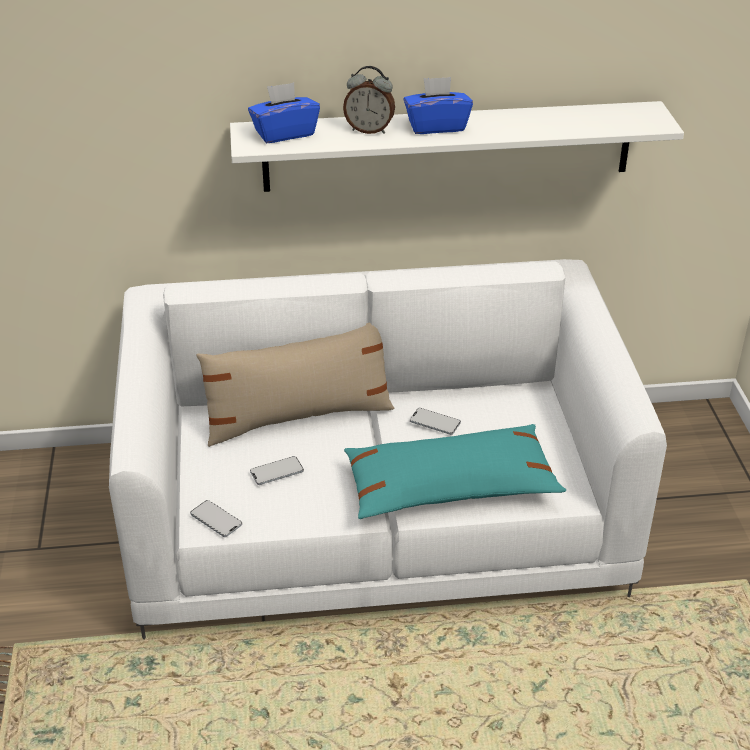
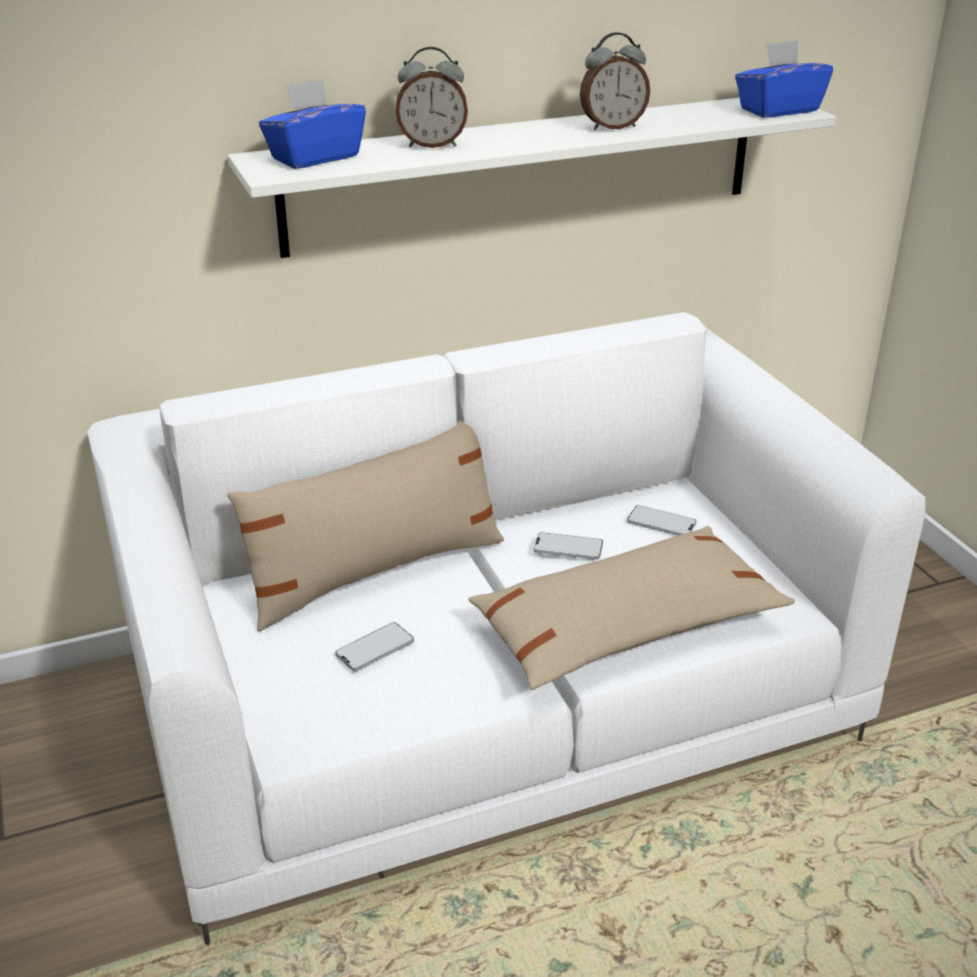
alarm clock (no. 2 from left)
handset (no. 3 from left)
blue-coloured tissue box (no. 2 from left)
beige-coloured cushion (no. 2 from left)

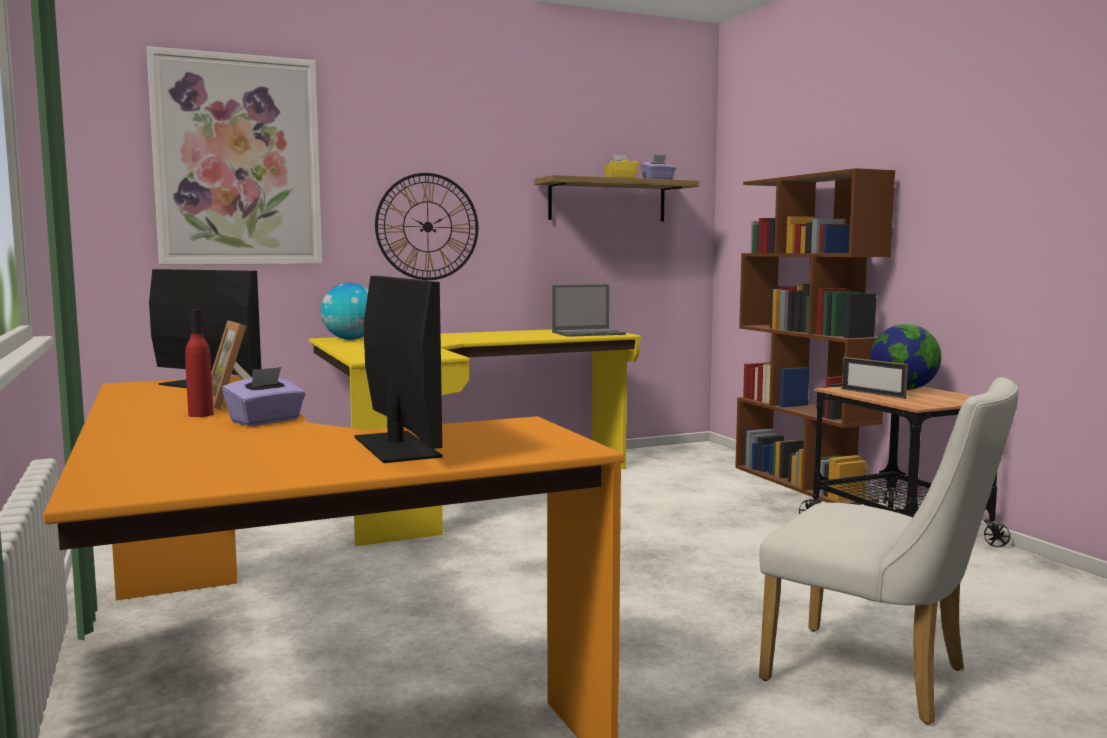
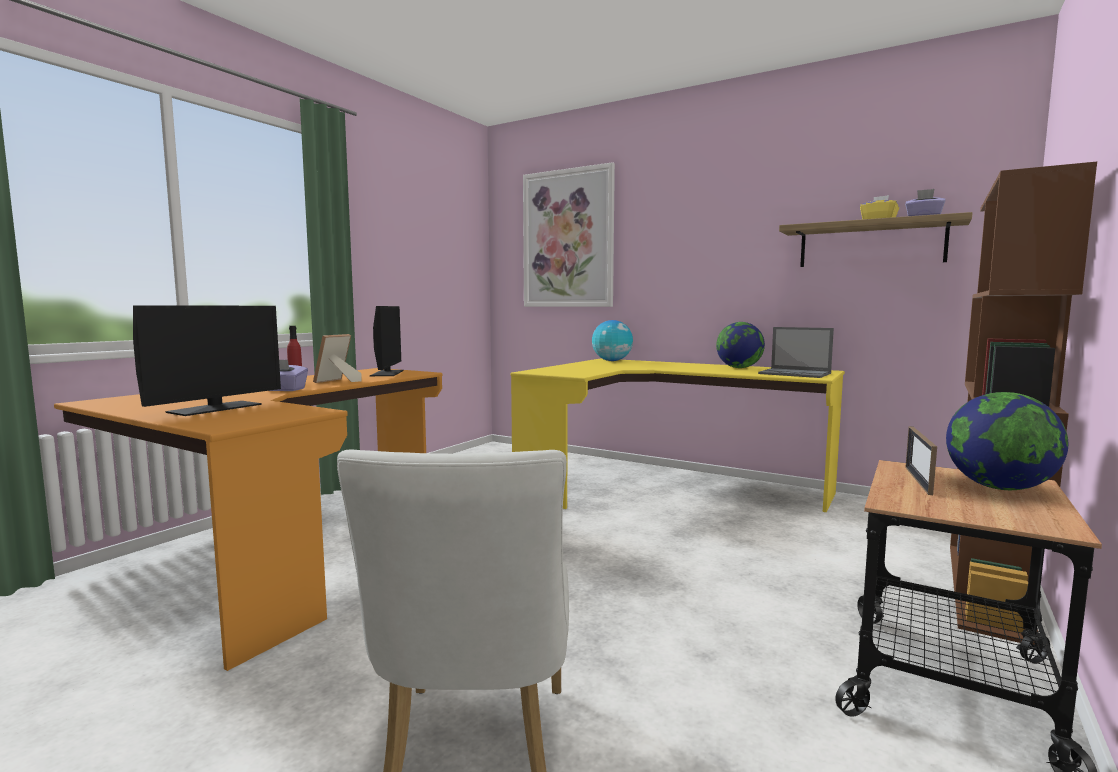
clock on the wall
desk globe (no. 2 from left)

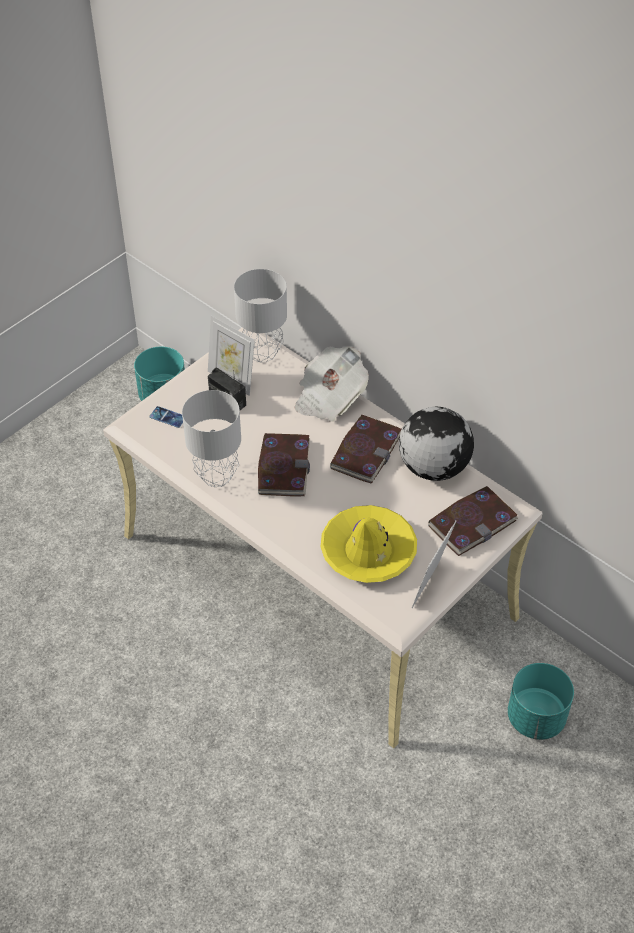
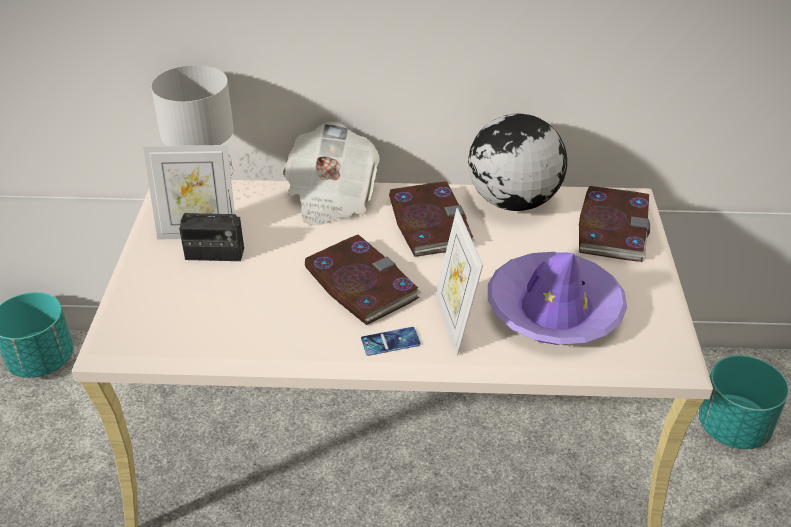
gray table lamp (no. 1 from left in the first image)
handset
photo frame (no. 2 from left)
purple wearable hat

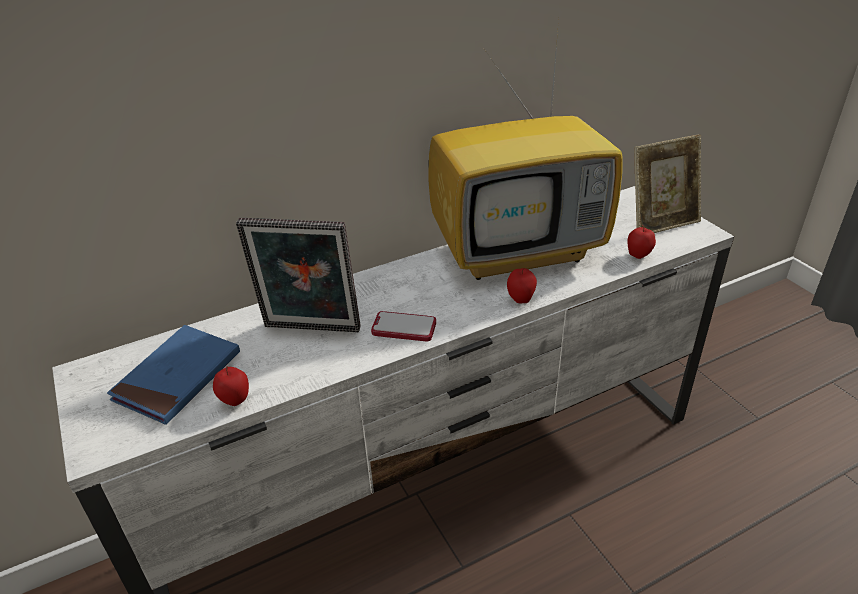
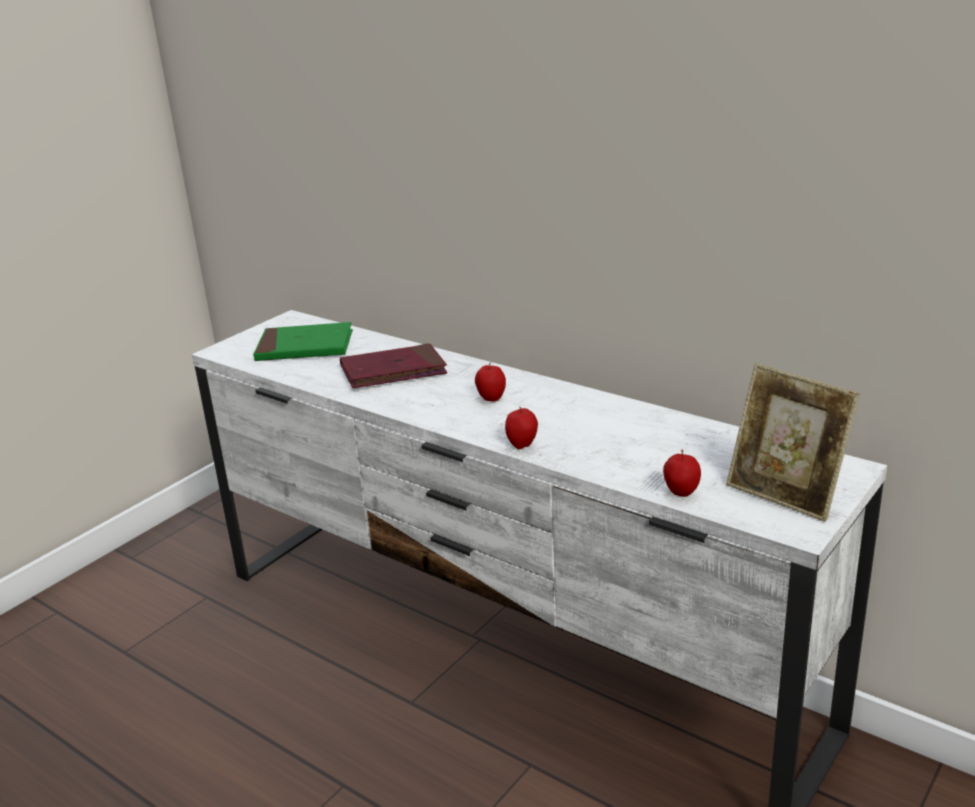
handset
TV set
whole apple (no. 1 from left)
red book
green-coloured book

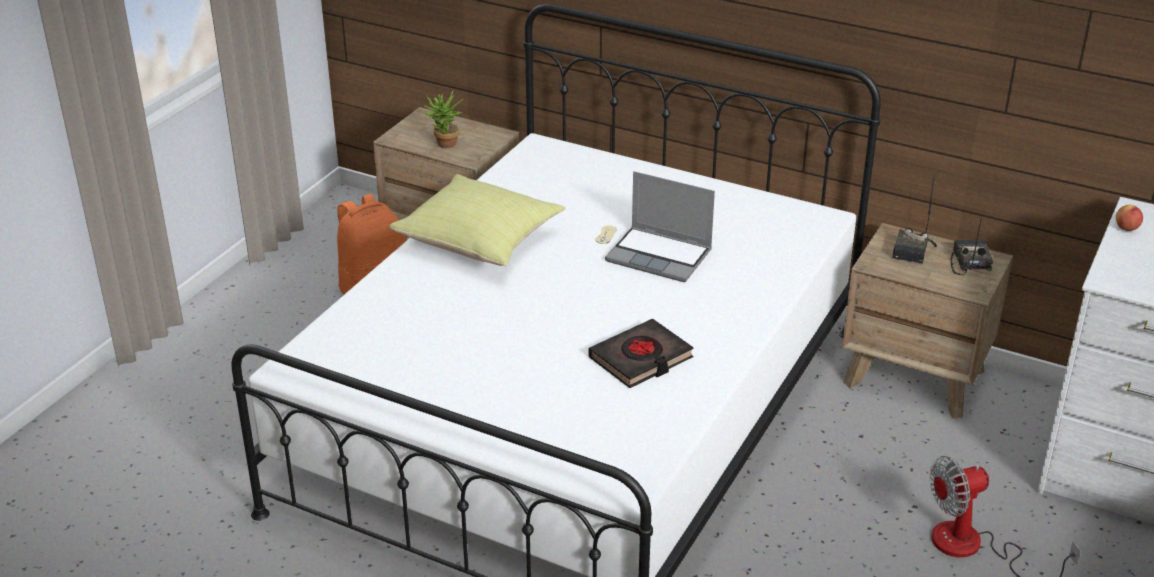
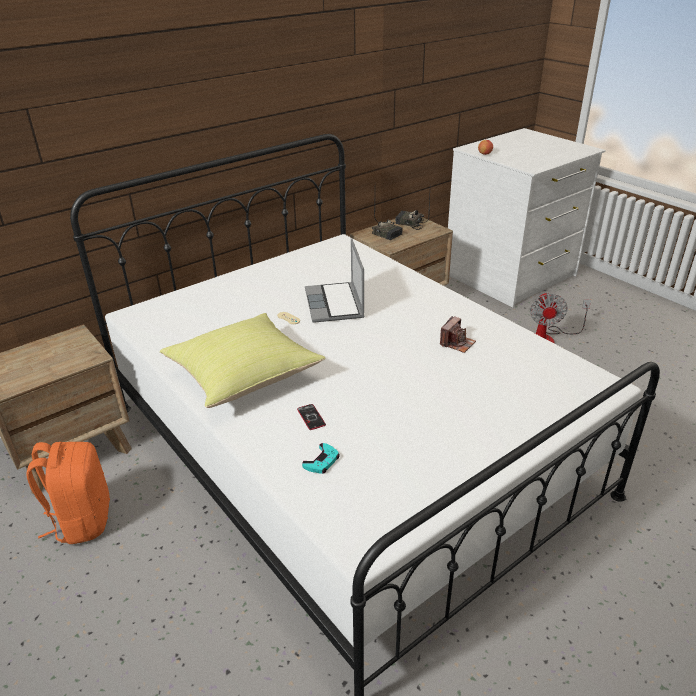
houseplant
handset
turquoise-coloured gamepad
photo camera
laptop

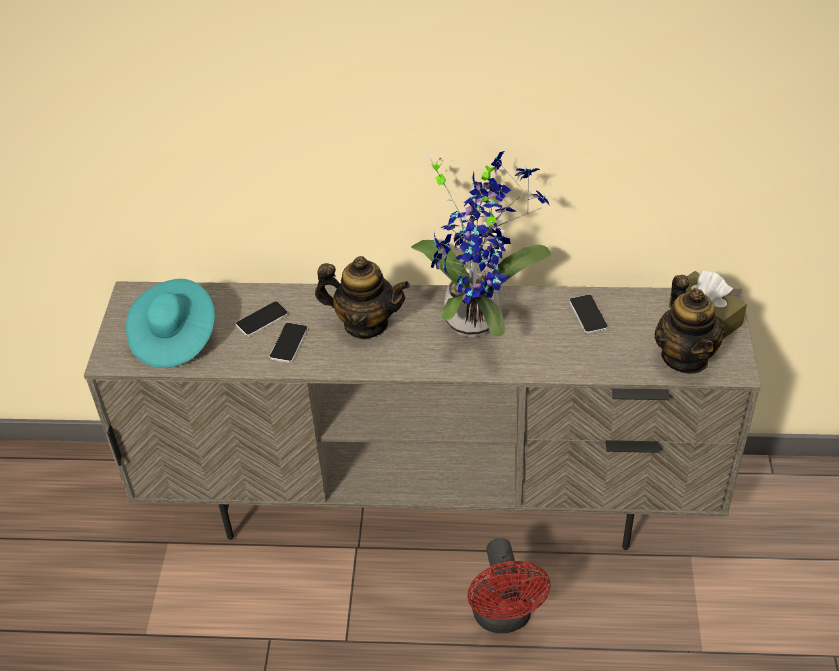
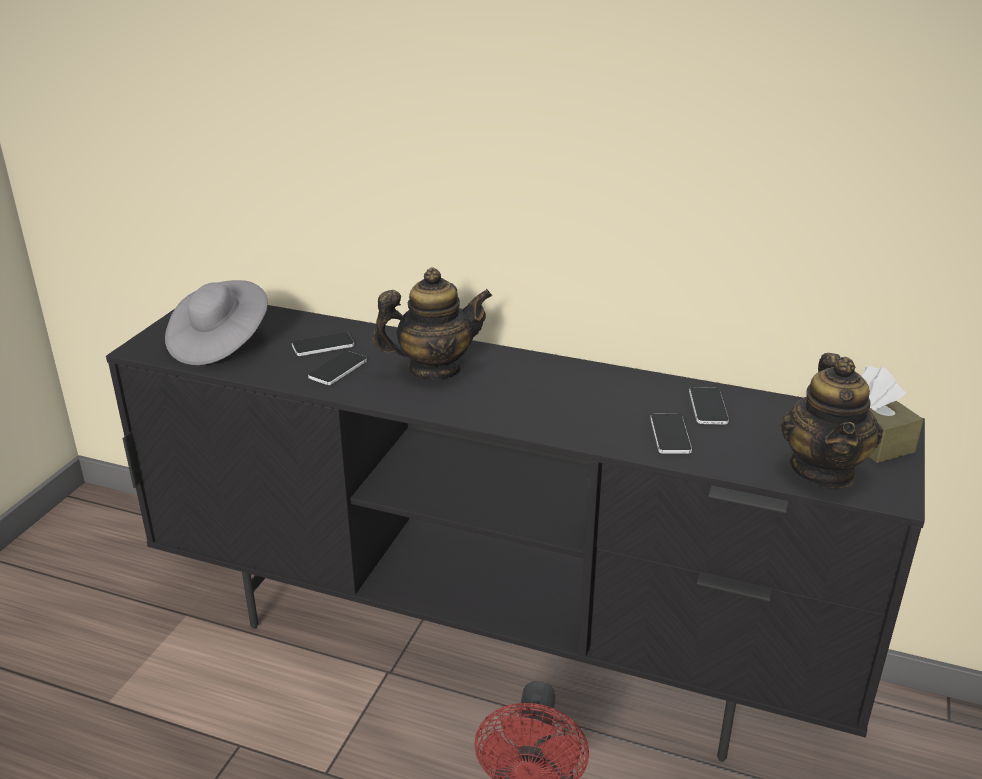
houseplant
handset (no. 3 from left)
blackish media console
gray wearable hat
pot for tea (no. 1 from left)

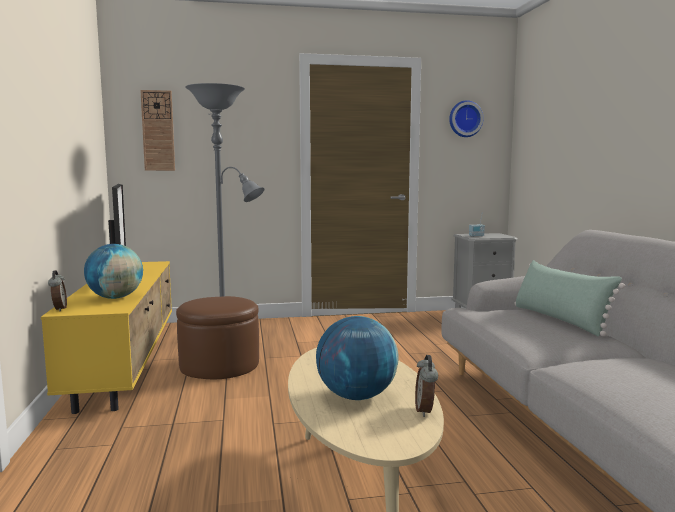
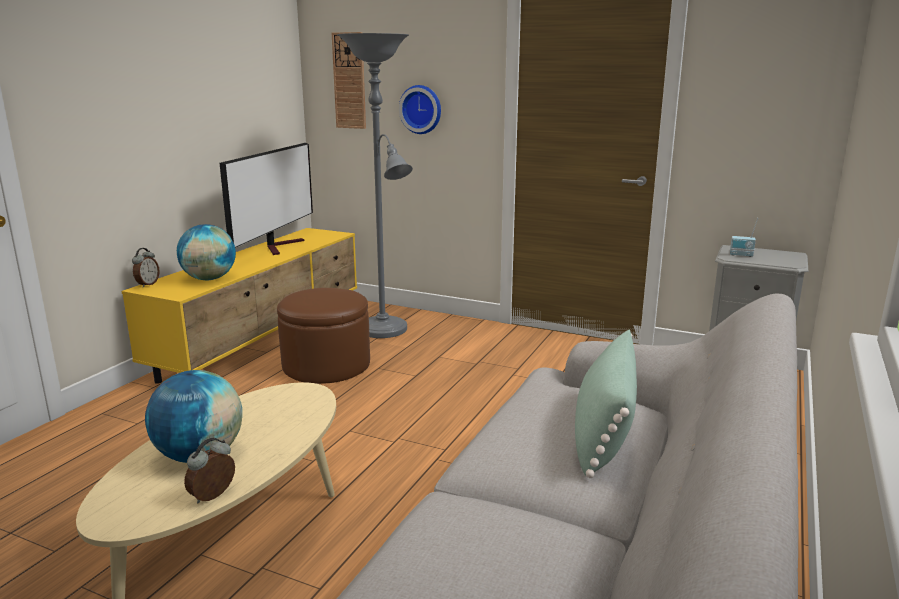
clock on the wall (no. 2 from left)

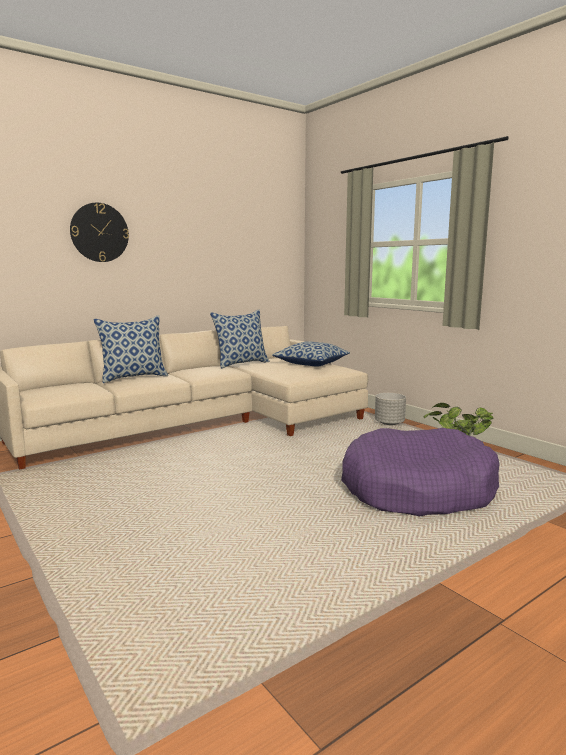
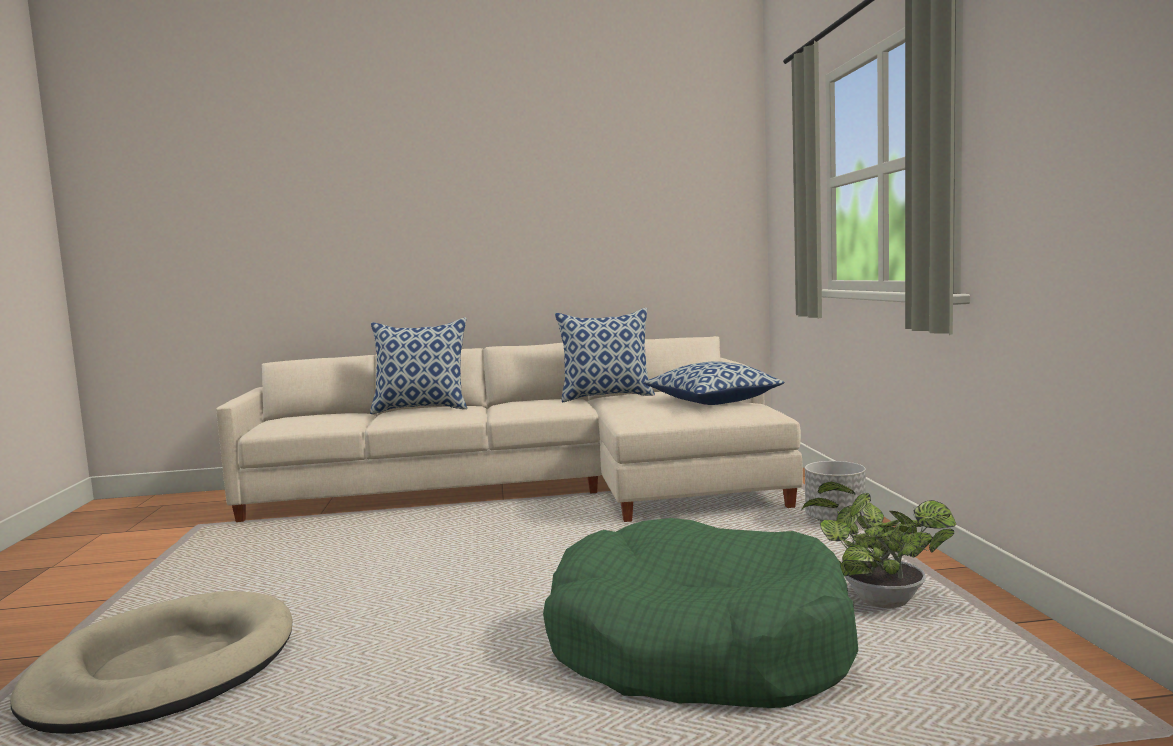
clock on the wall
beige-coloured dog cushion
green-coloured dog cushion

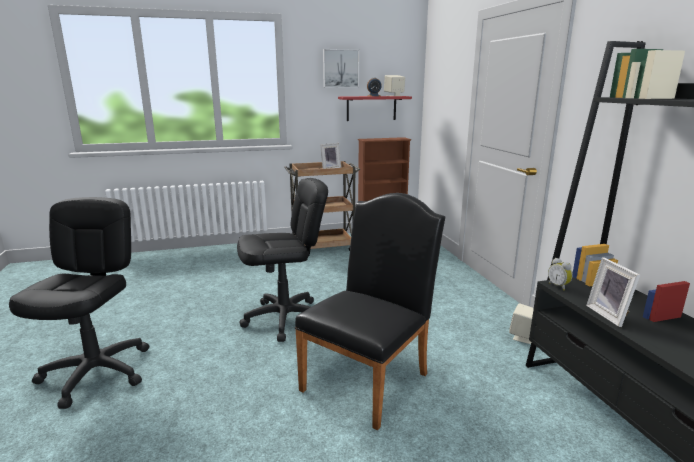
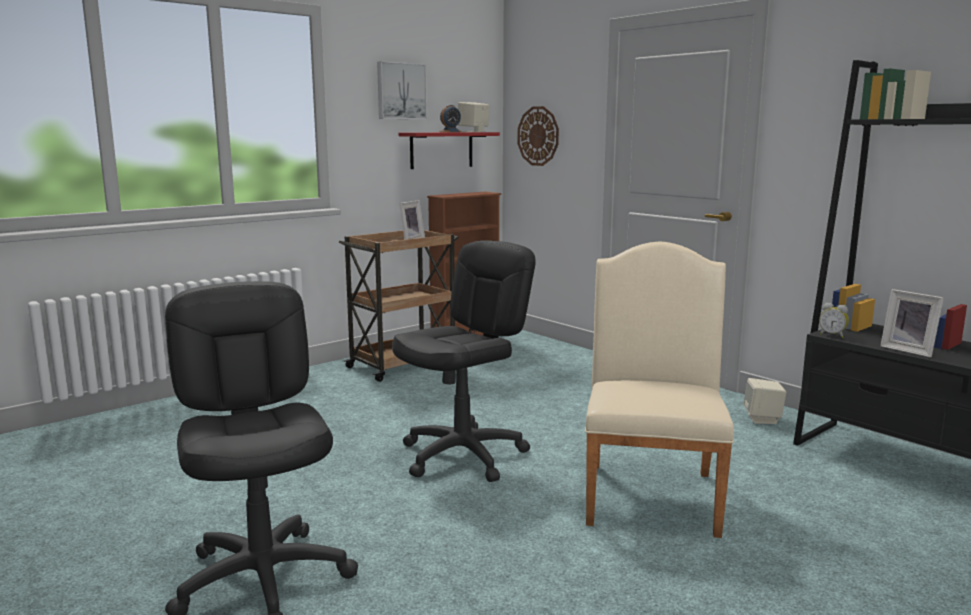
clock on the wall
beige-coloured chair

